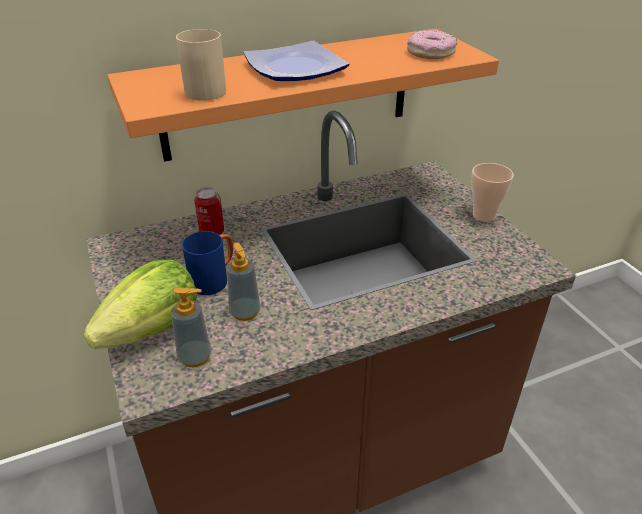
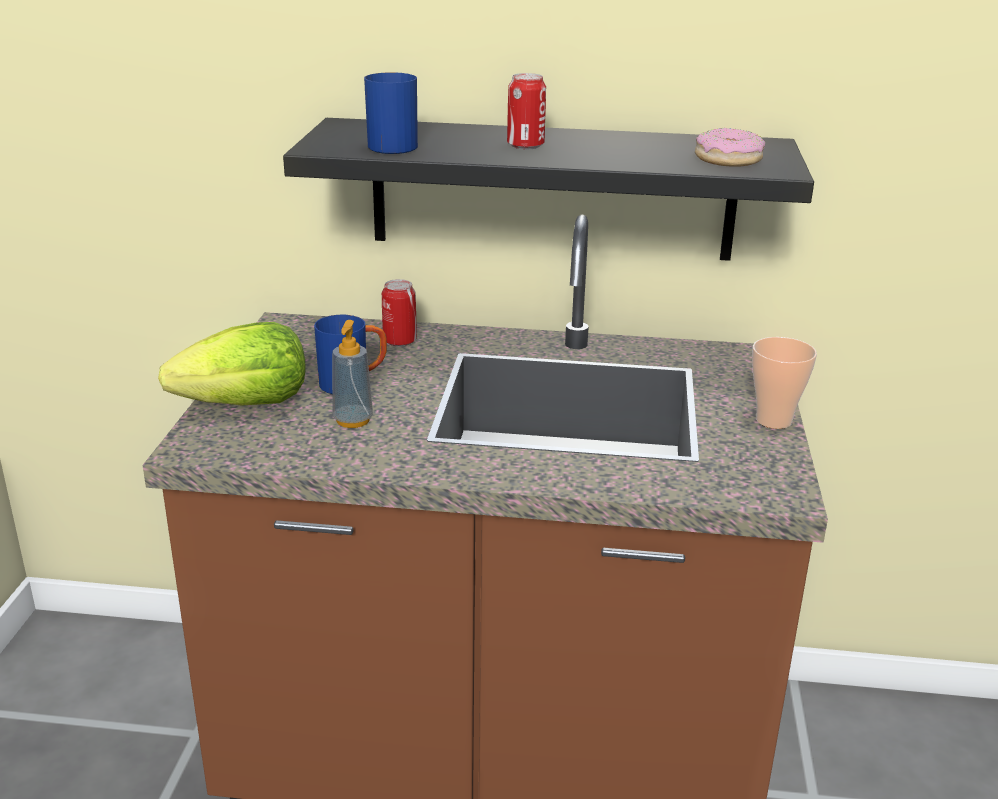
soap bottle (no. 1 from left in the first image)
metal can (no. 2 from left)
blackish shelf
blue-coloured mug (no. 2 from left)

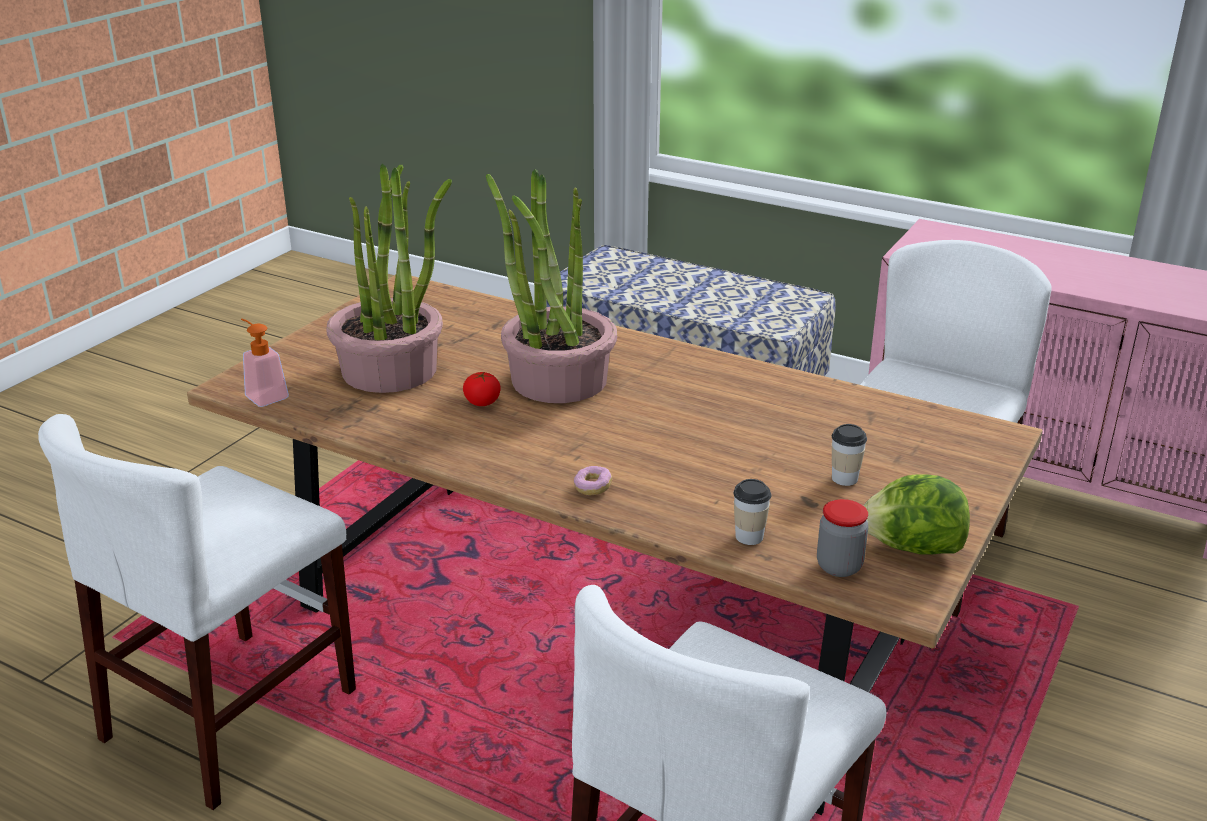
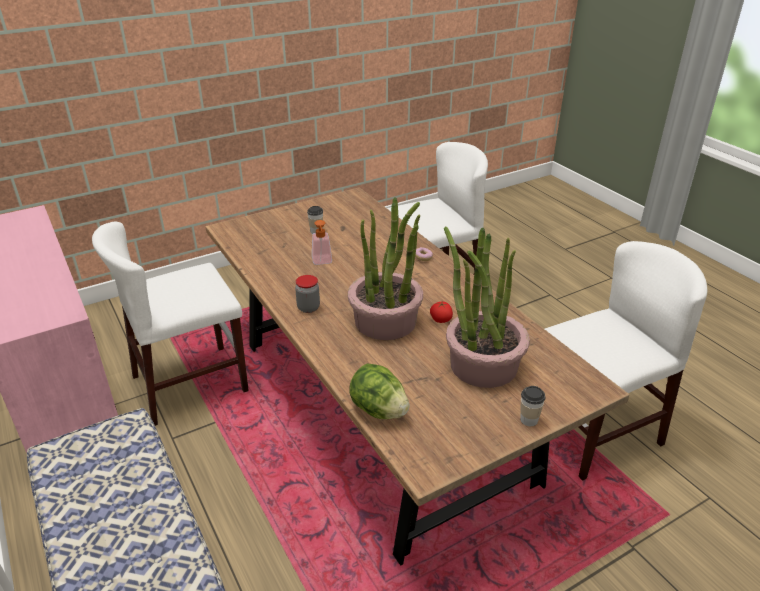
soap bottle
cup (no. 2 from left)
preserve jar
lettuce head

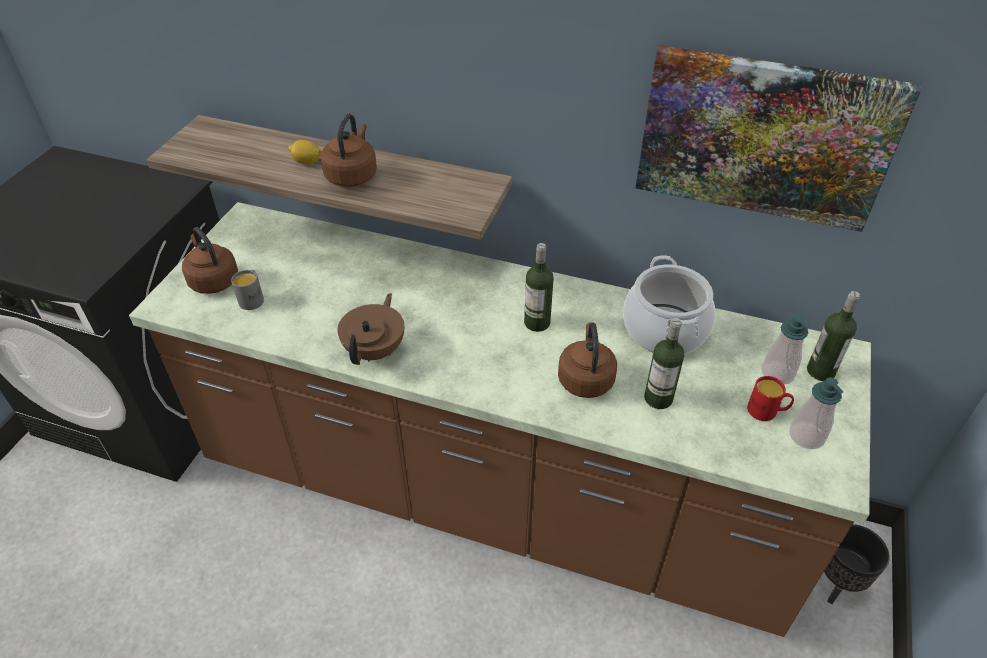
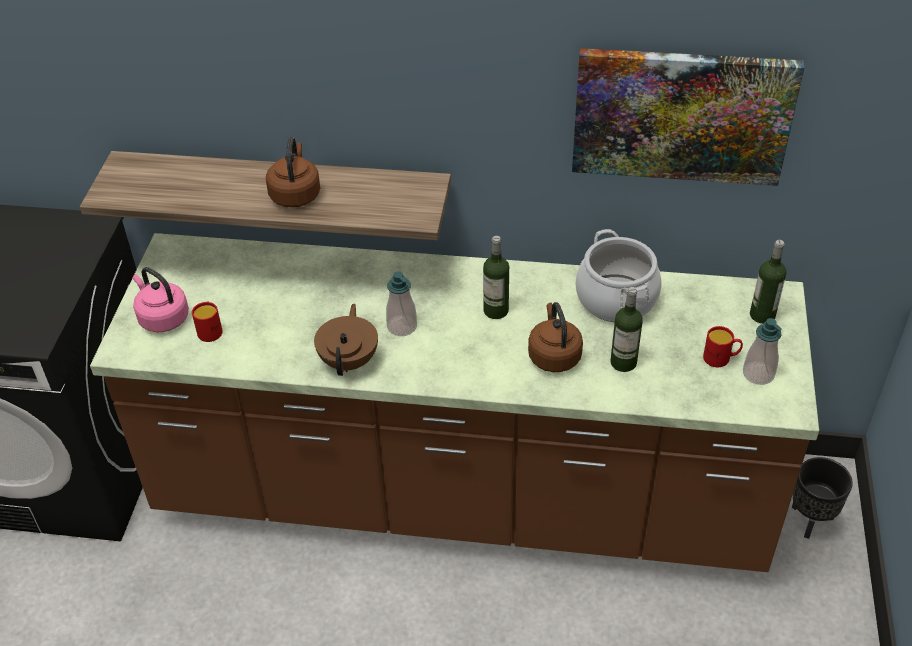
whole lemon
soap bottle (no. 1 from left)
pink-coloured tea kettle
red mug (no. 1 from left)

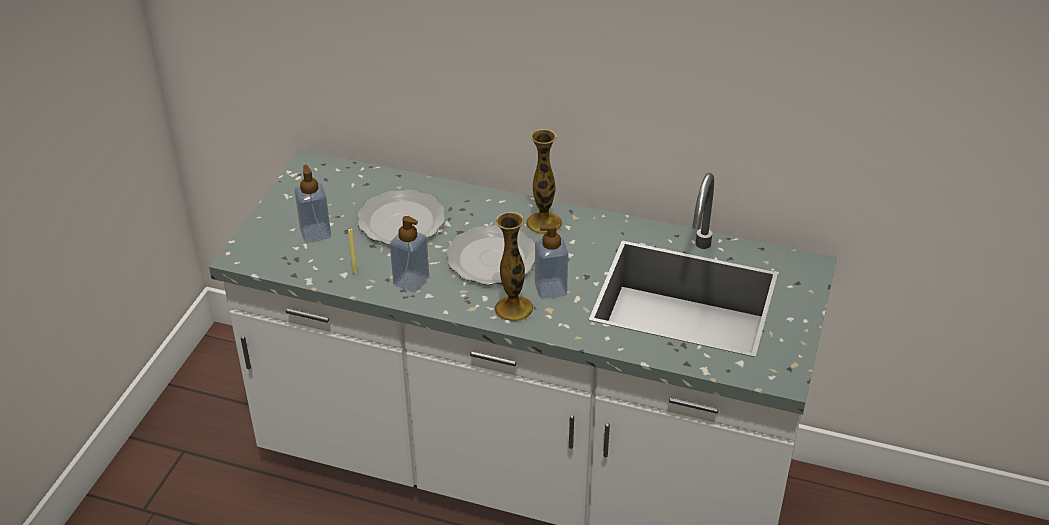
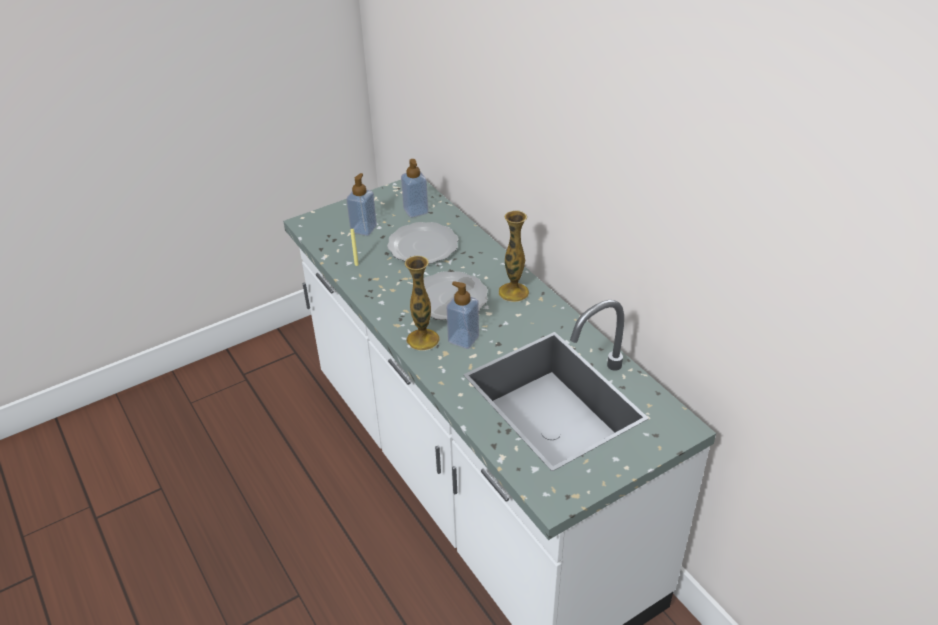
soap bottle (no. 2 from left)

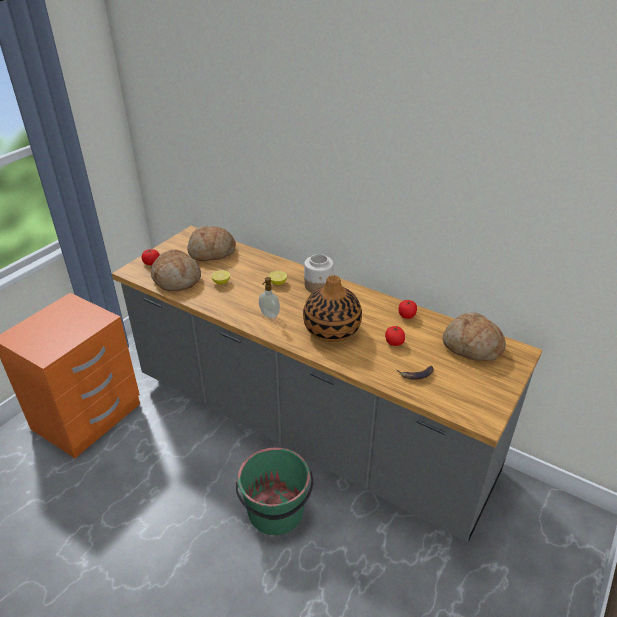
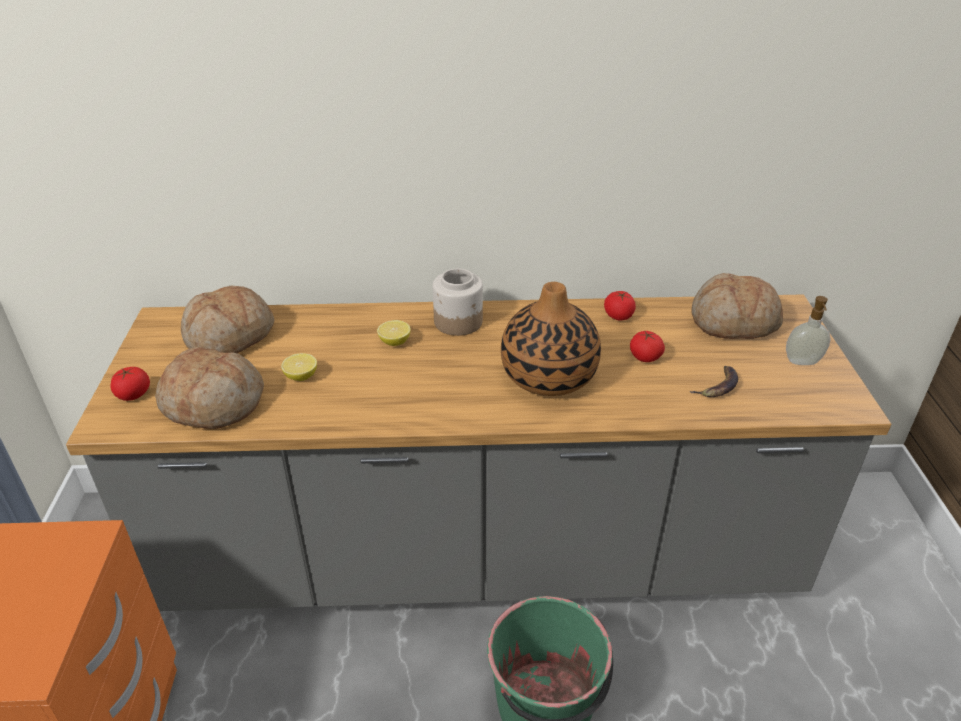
soap bottle

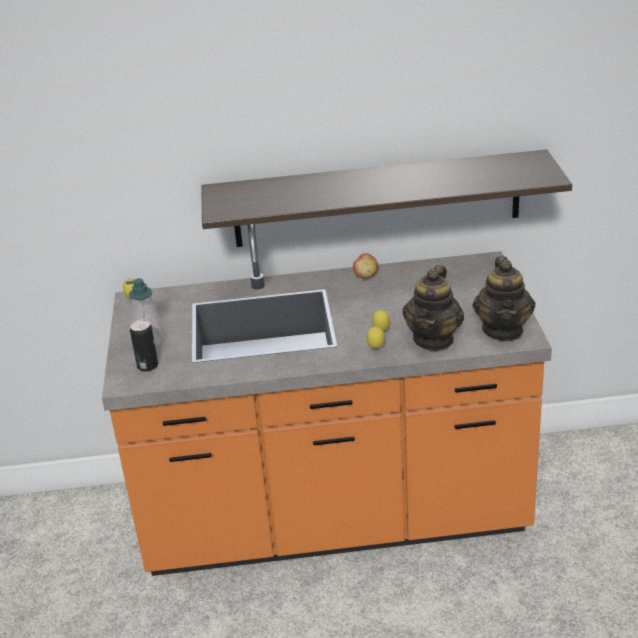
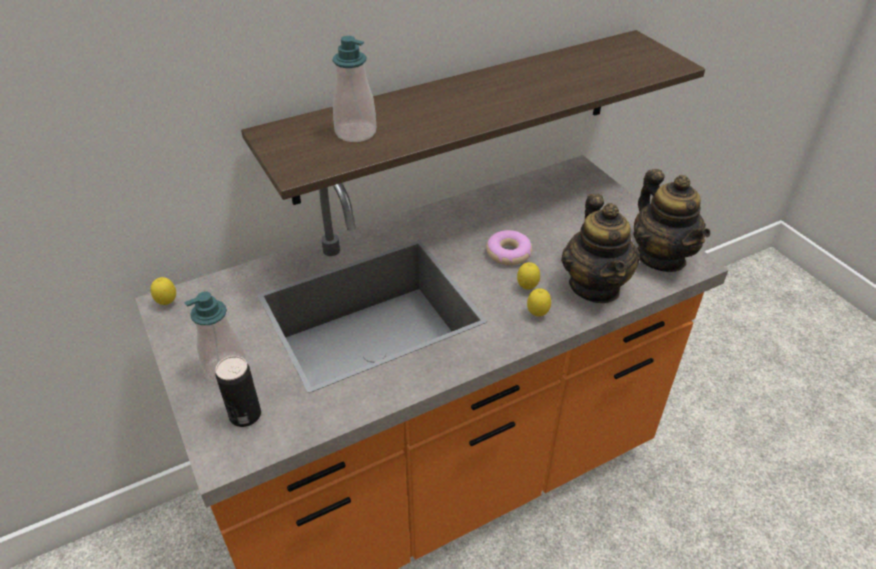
whole apple
soap bottle (no. 2 from left)
donut

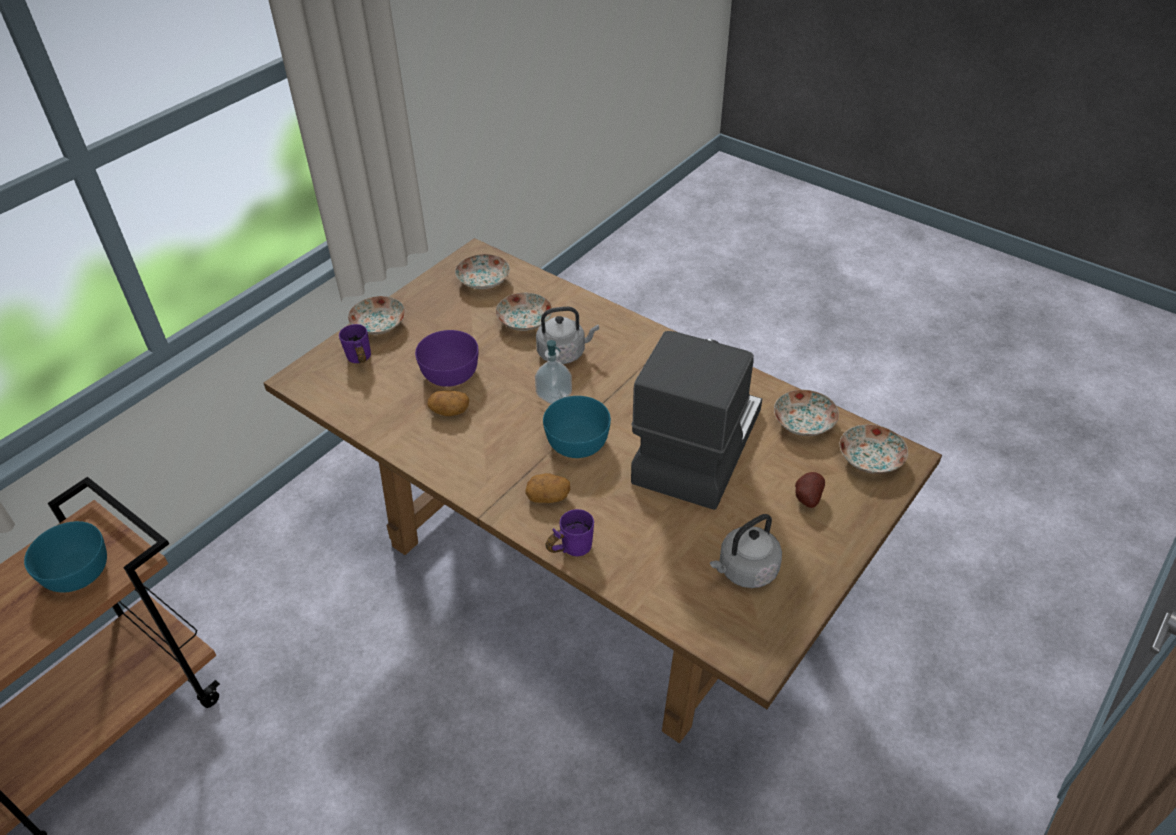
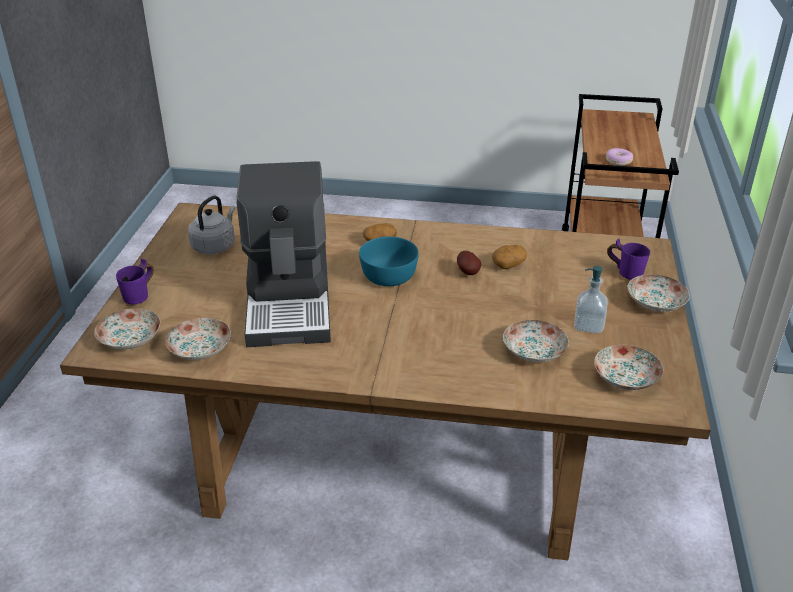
purple deep dish
gray tea kettle (no. 1 from left in the first image)
soap bottle
purple mug (no. 1 from left)
potato (no. 2 from left)
donut

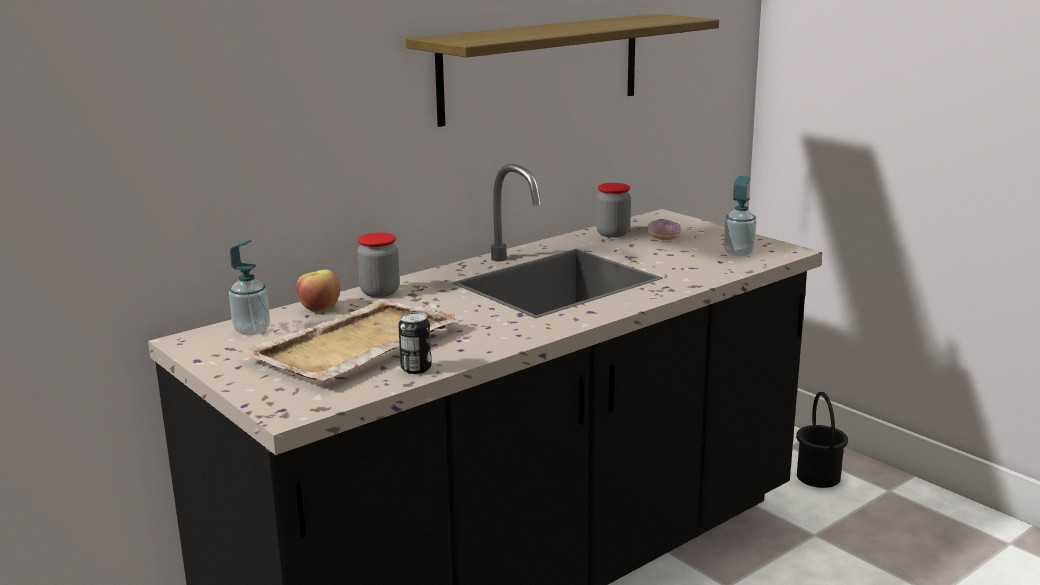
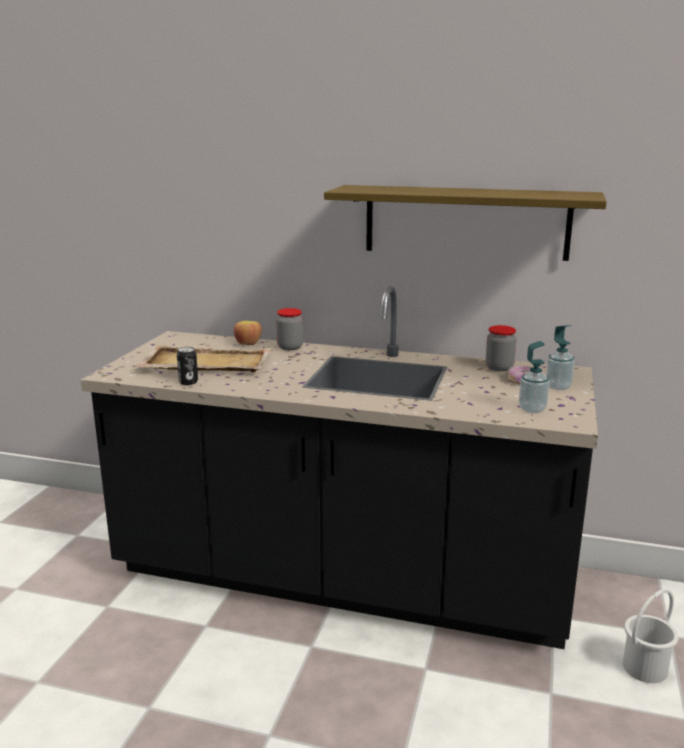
soap bottle (no. 2 from left)
whitish water bucket

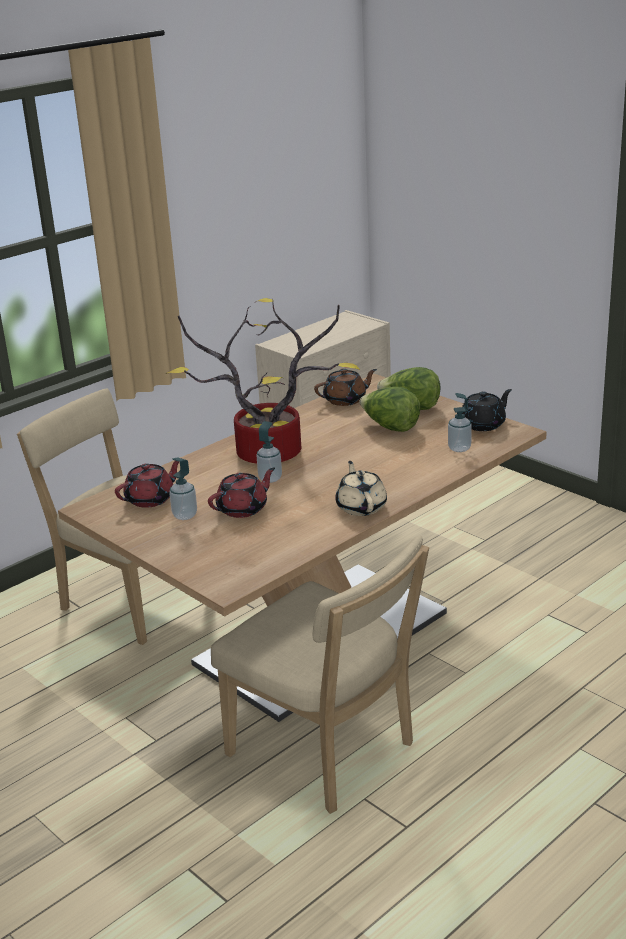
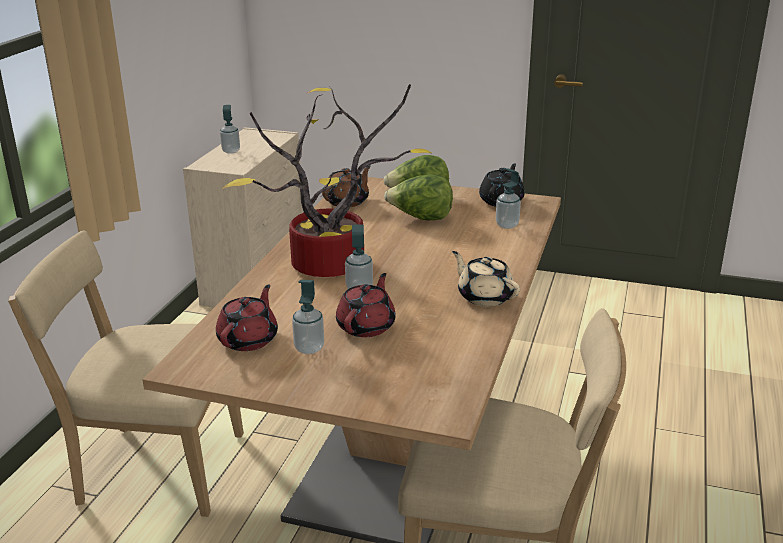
soap bottle (no. 1 from left)

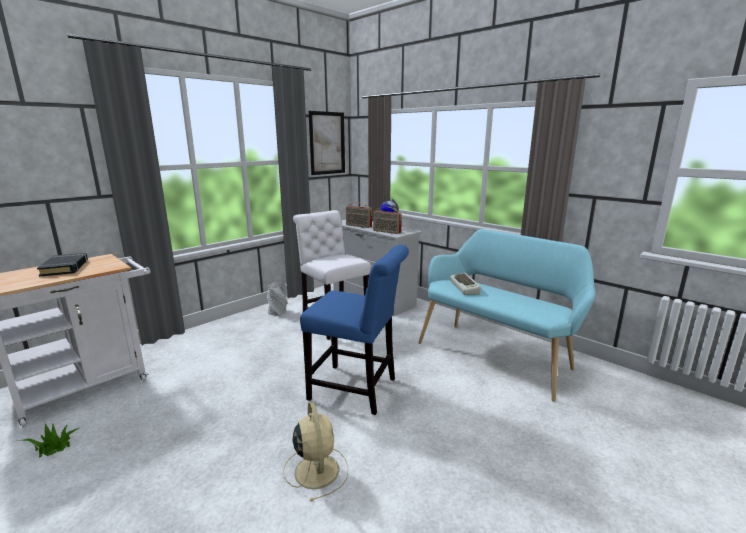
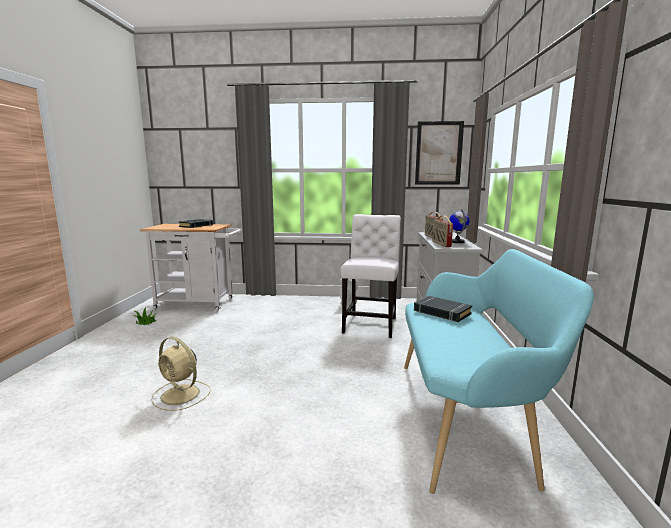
blue-coloured chair
blackish book (no. 2 from left)
beige-coloured cooling fan

